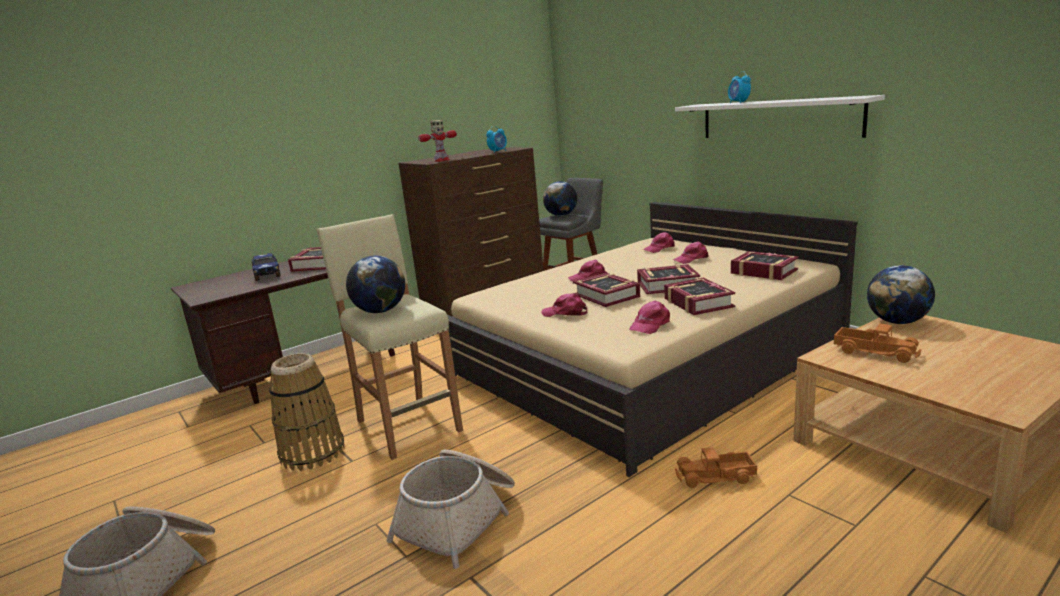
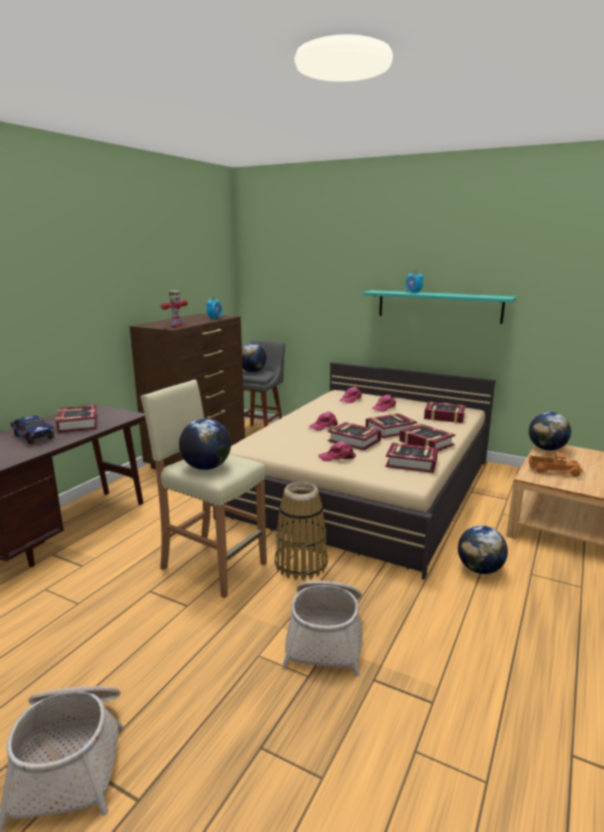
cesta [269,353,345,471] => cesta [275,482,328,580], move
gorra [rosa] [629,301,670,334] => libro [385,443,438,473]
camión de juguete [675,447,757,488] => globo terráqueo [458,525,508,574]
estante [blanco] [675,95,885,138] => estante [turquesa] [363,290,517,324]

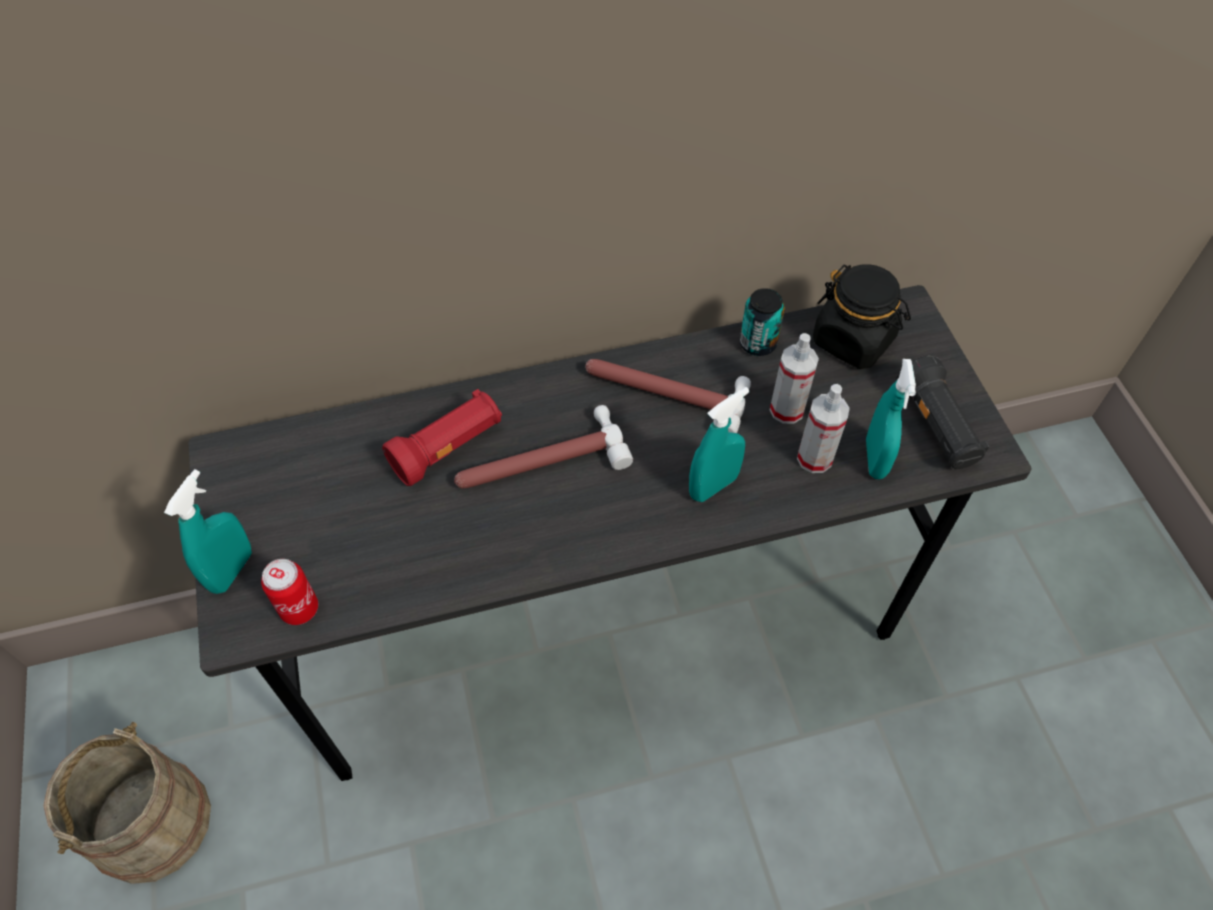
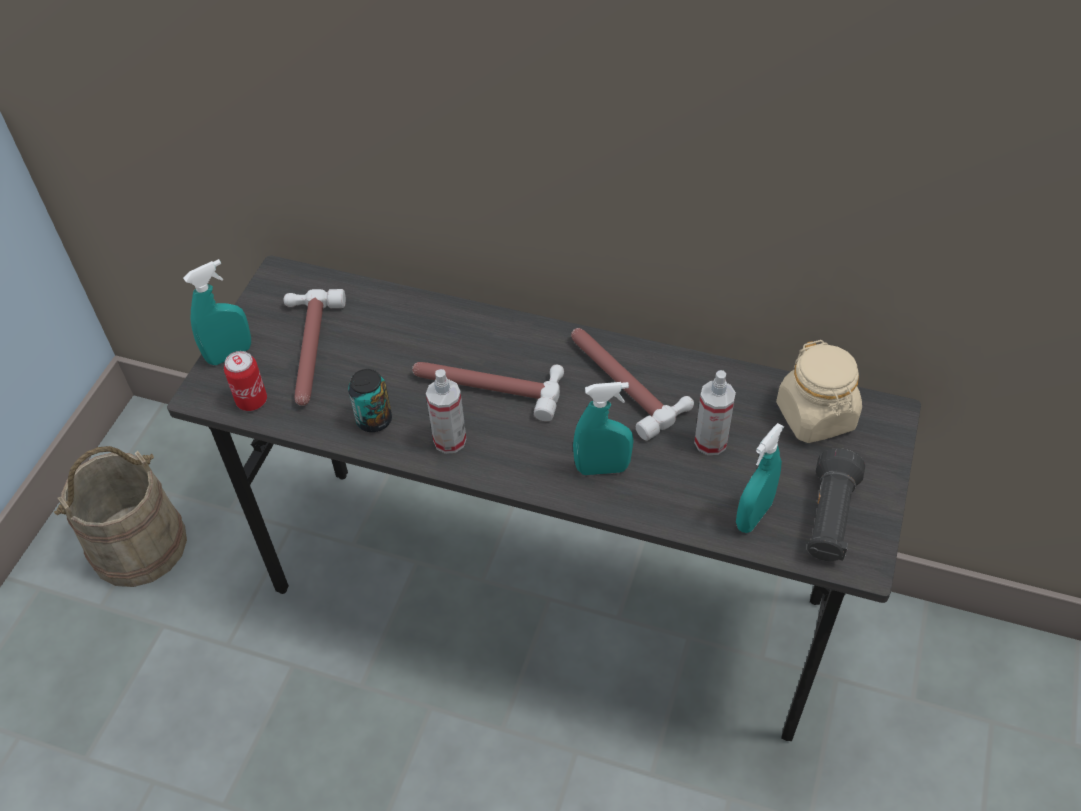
linterna [rojo] [382,389,502,486] => nothing
nothing => martillo [283,289,346,406]
lata [740,288,785,356] => lata [348,369,392,432], move
pulverizador [797,384,850,473] => pulverizador [426,369,466,454], move
tarro [negro] [813,264,911,369] => tarro [beis] [776,340,862,443]

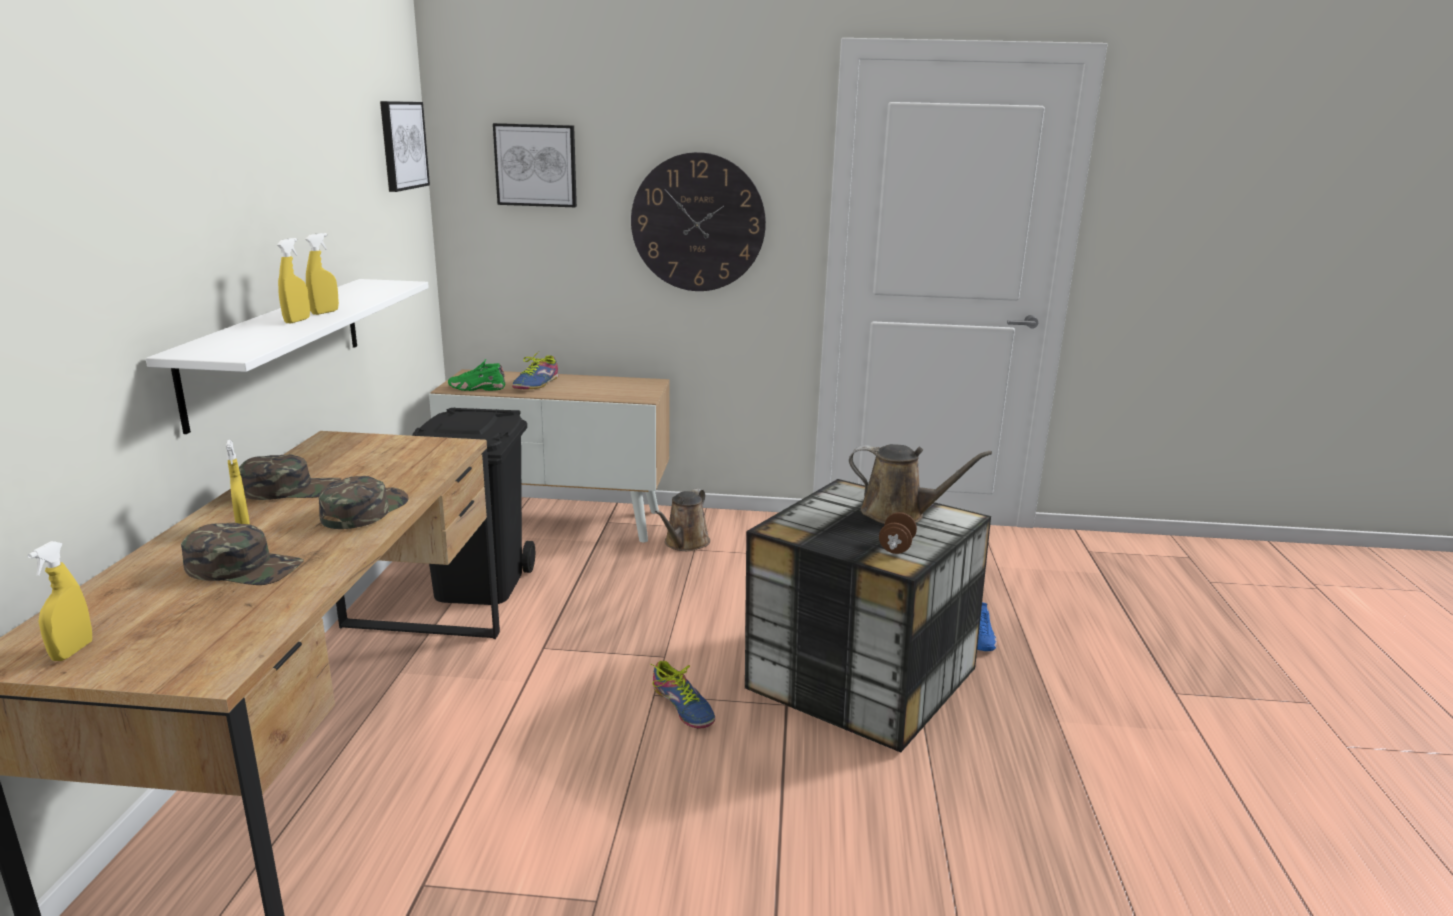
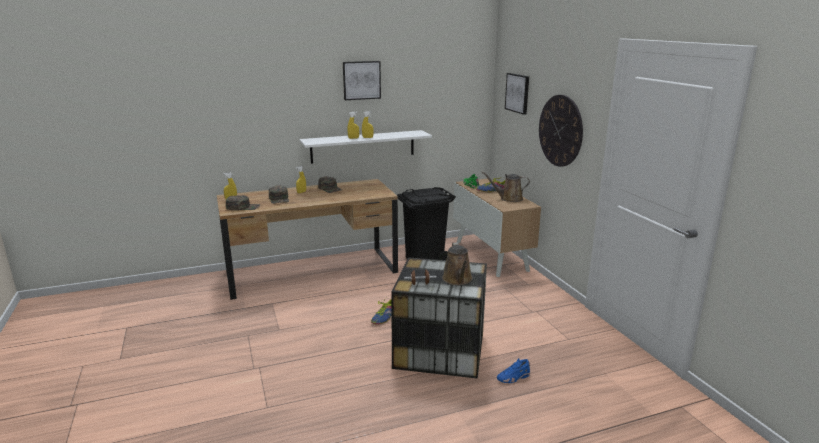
gorra [verde] [319,476,409,529] => gorra [verde] [226,195,260,210], move
cuadro [380,101,430,192] => cuadro [343,61,381,100], move
regadera [marrón] [655,488,710,551] => regadera [marrón] [482,172,530,202], move

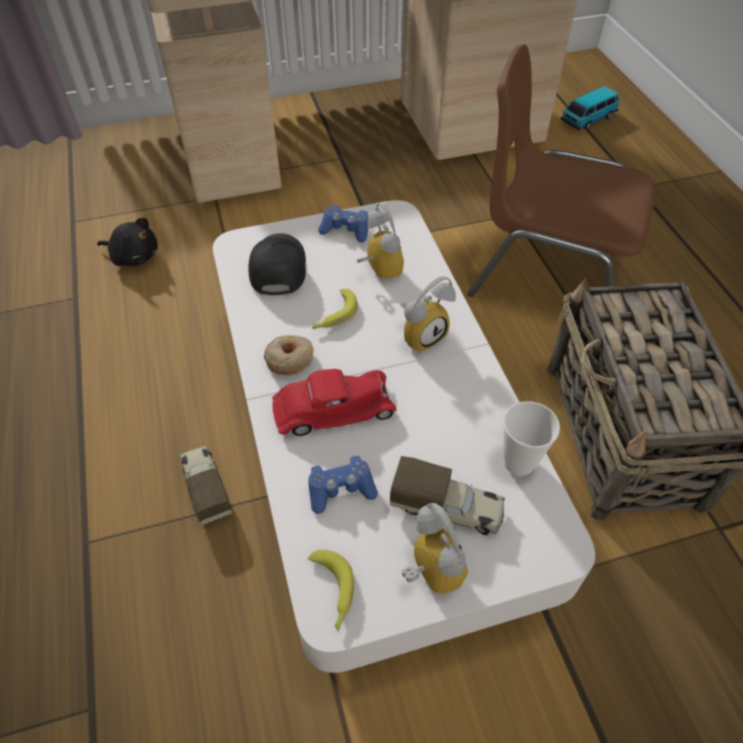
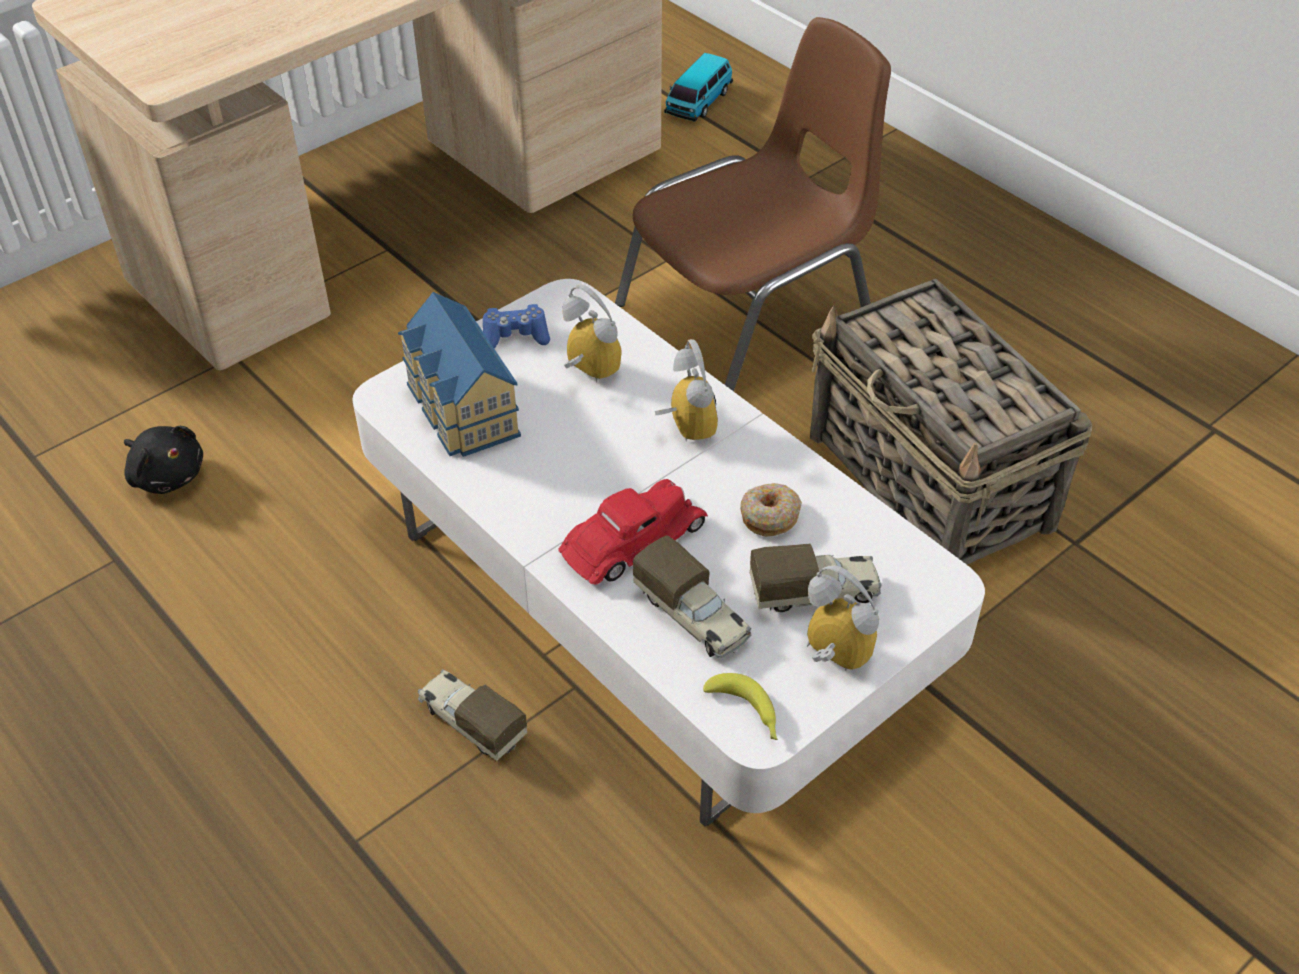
plátano [312,289,358,329] => nothing
taza [503,401,560,476] => nothing
rosquilla [264,335,314,375] => rosquilla [740,483,802,537], move
gorra [negro] [248,233,306,295] => casita [398,292,521,457]
mando de consola [azul] [308,456,378,514] => camión de juguete [633,535,751,658]
peluche [negro] [97,217,158,266] => peluche [negro] [124,426,203,494], 45 degrees clockwise
despertador [400,276,456,353] => despertador [655,339,718,441], 45 degrees counterclockwise
silla [marrón] [468,44,655,311] => silla [marrón] [615,17,891,391], 150 degrees clockwise

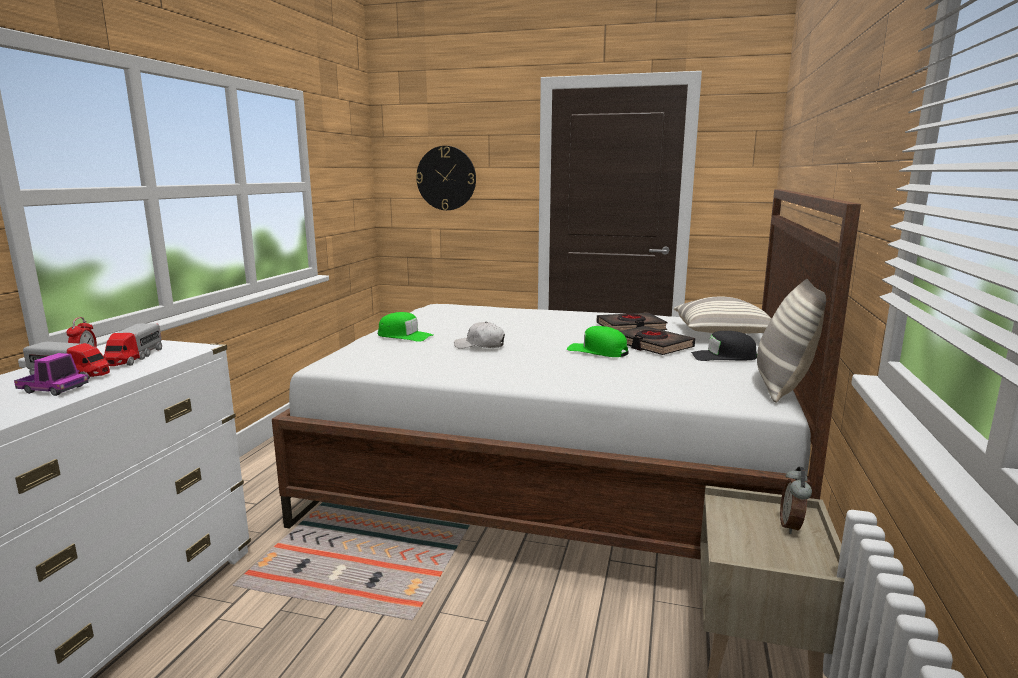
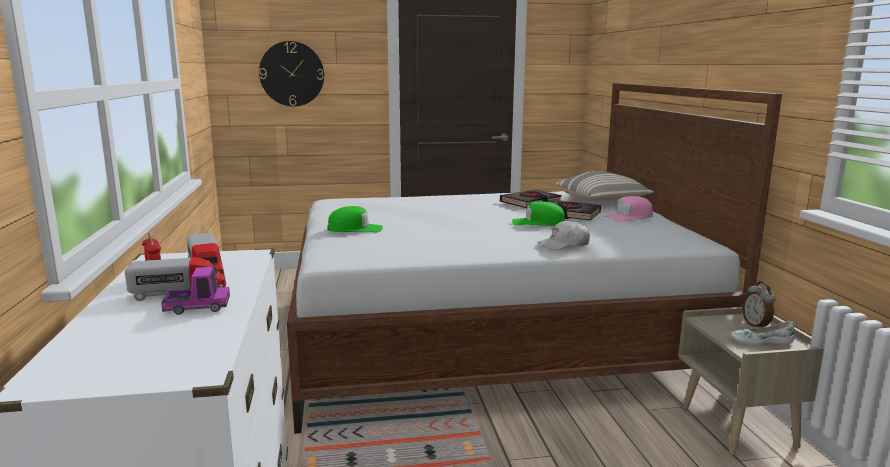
cojín [757,279,826,403] => nothing
nothing => zapato [blanco] [731,321,795,345]
gorra [blanco] [454,322,505,349] => gorra [blanco] [538,220,590,250], move
gorra [negro] [691,331,757,361] => gorra [rosa] [604,196,653,222]

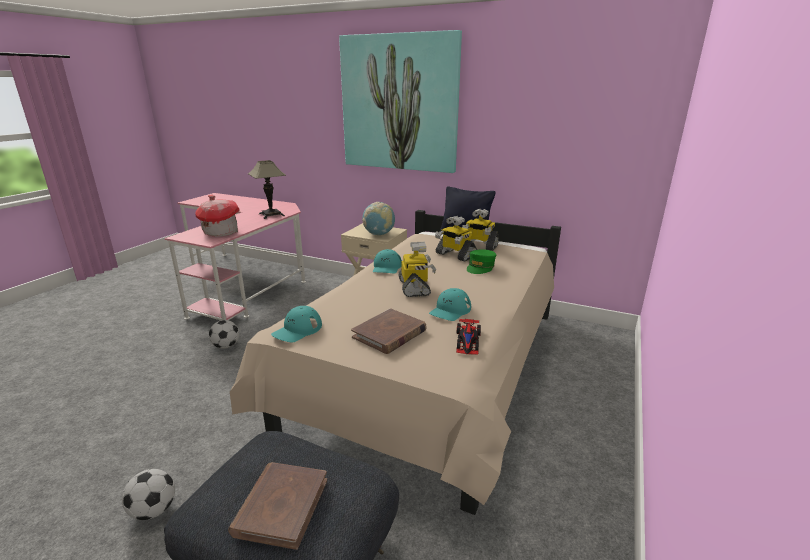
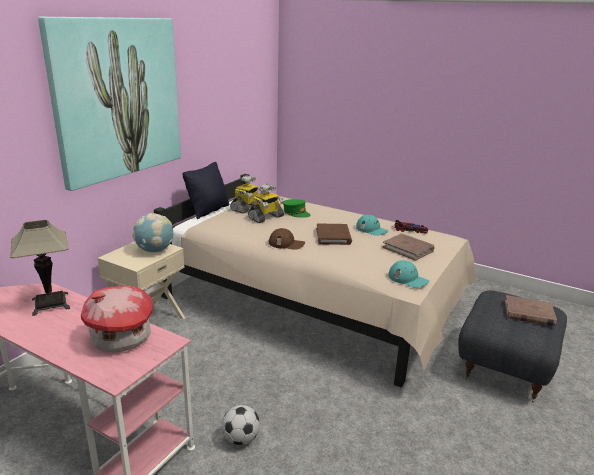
balón de fútbol [122,469,175,520] => nothing
robot de juguete [398,242,436,297] => libro [marrón] [317,223,352,245]
gorra [turquesa] [373,249,402,273] => gorra [marrón] [269,228,305,250]

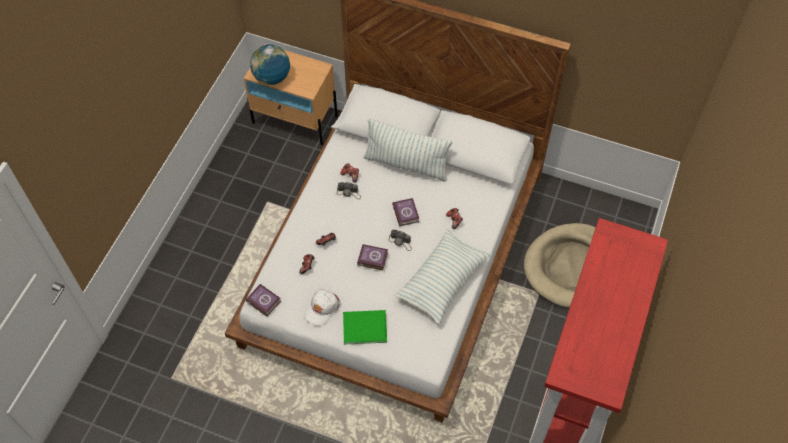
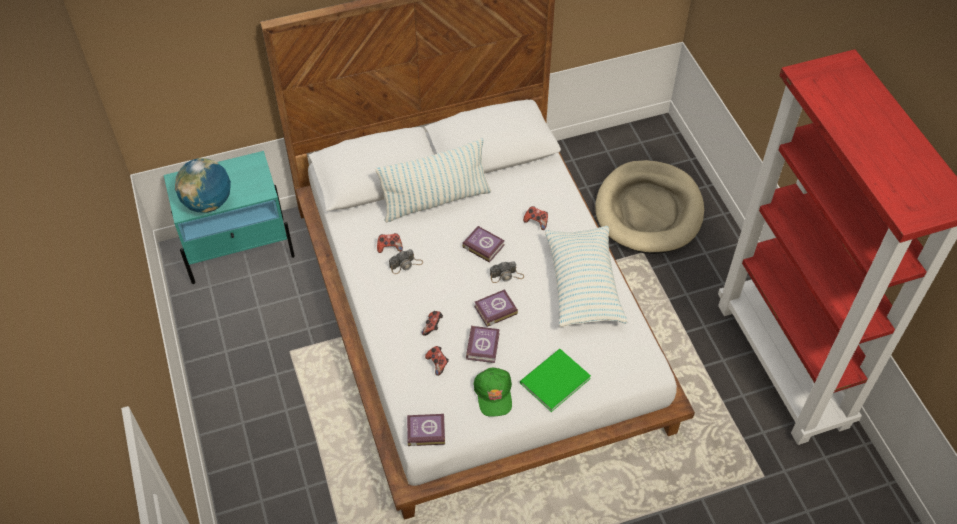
nothing => libro [466,326,500,363]
mesita de noche [beis] [244,44,338,145] => mesita de noche [turquesa] [164,151,295,284]
gorra [blanco] [305,289,340,326] => gorra [verde] [473,368,512,417]

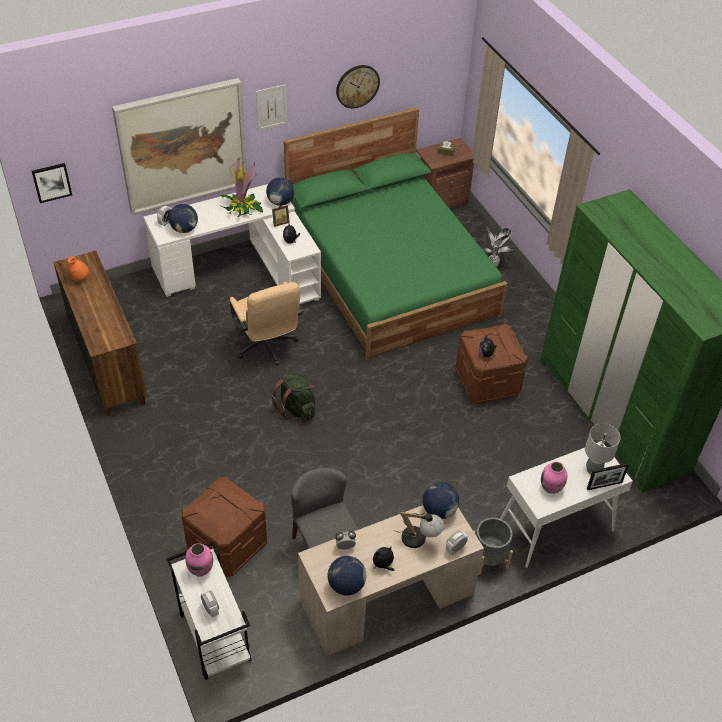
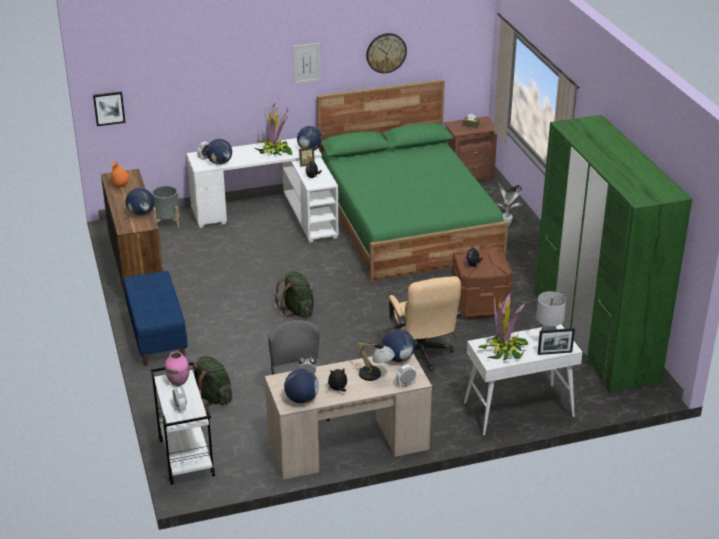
cuadro [112,78,247,215] => nothing
nothing => banco [azul] [124,271,188,366]
nothing => globo terráqueo [125,188,154,216]
silla de oficina [beis] [230,282,303,366] => silla de oficina [beis] [389,276,462,371], move
maceta [gris] [474,518,513,575] => maceta [gris] [152,186,180,228], move
caja de almacenaje [marrón] [182,477,267,577] => mochila [verde] [190,356,232,407]
florero [rosa] [541,462,567,494] => planta en maceta [478,292,528,360]

